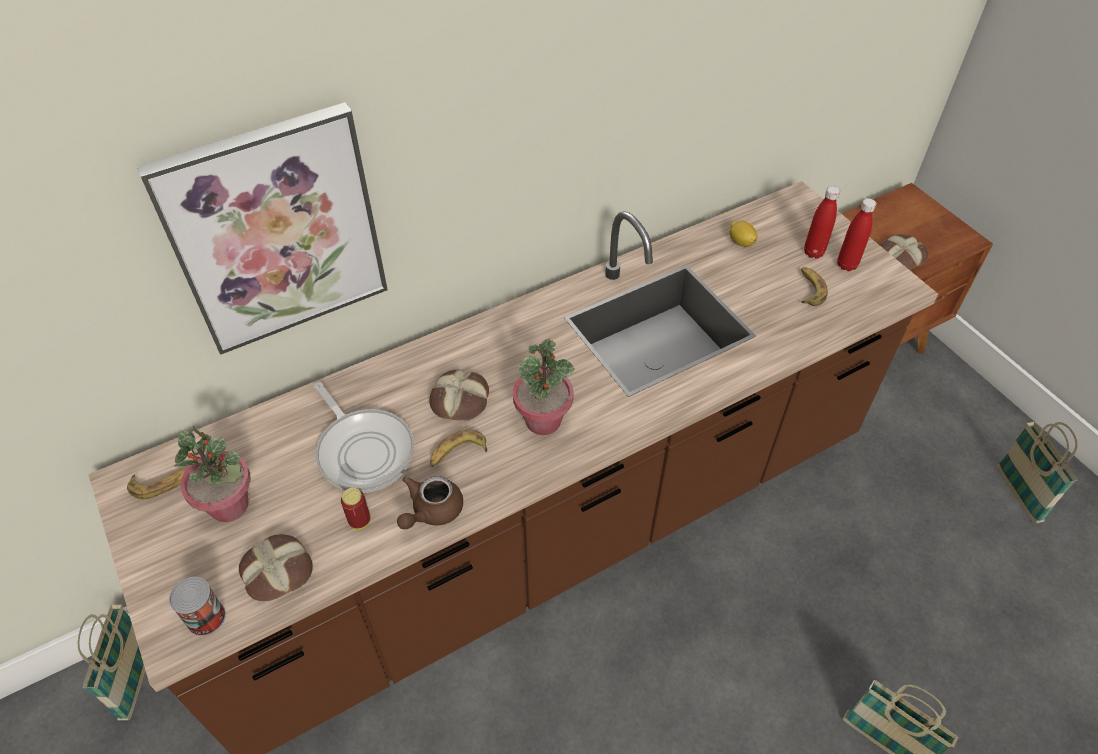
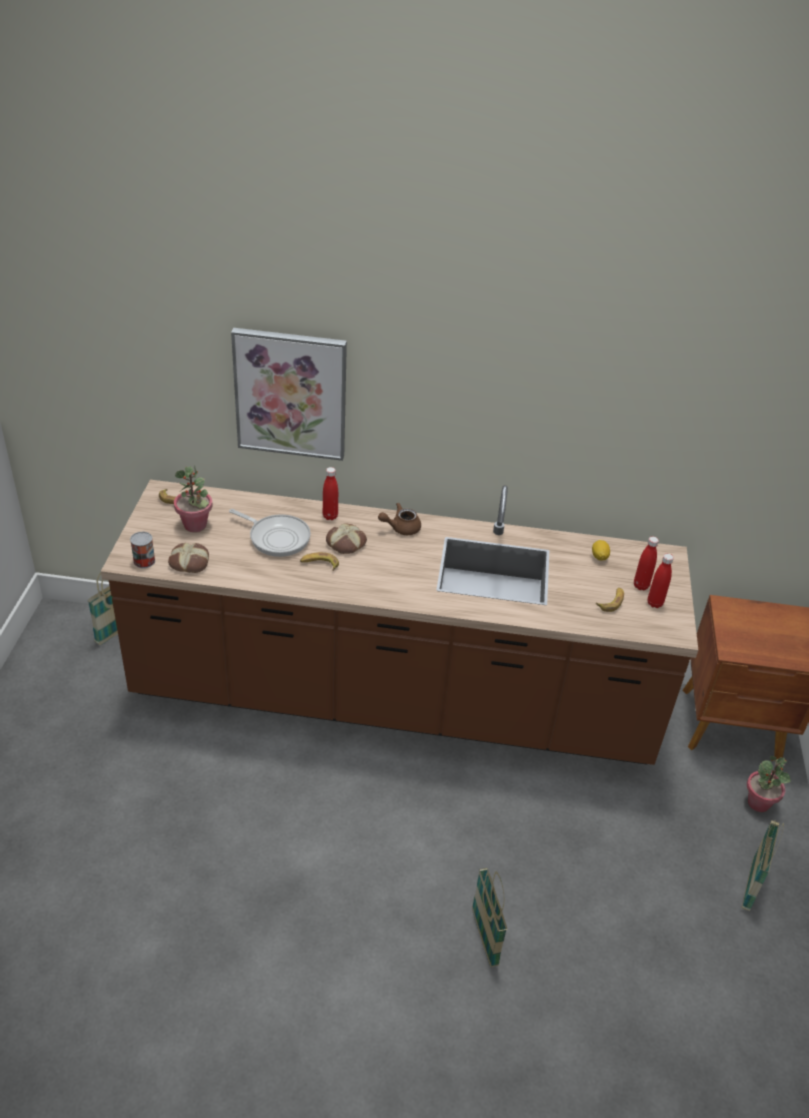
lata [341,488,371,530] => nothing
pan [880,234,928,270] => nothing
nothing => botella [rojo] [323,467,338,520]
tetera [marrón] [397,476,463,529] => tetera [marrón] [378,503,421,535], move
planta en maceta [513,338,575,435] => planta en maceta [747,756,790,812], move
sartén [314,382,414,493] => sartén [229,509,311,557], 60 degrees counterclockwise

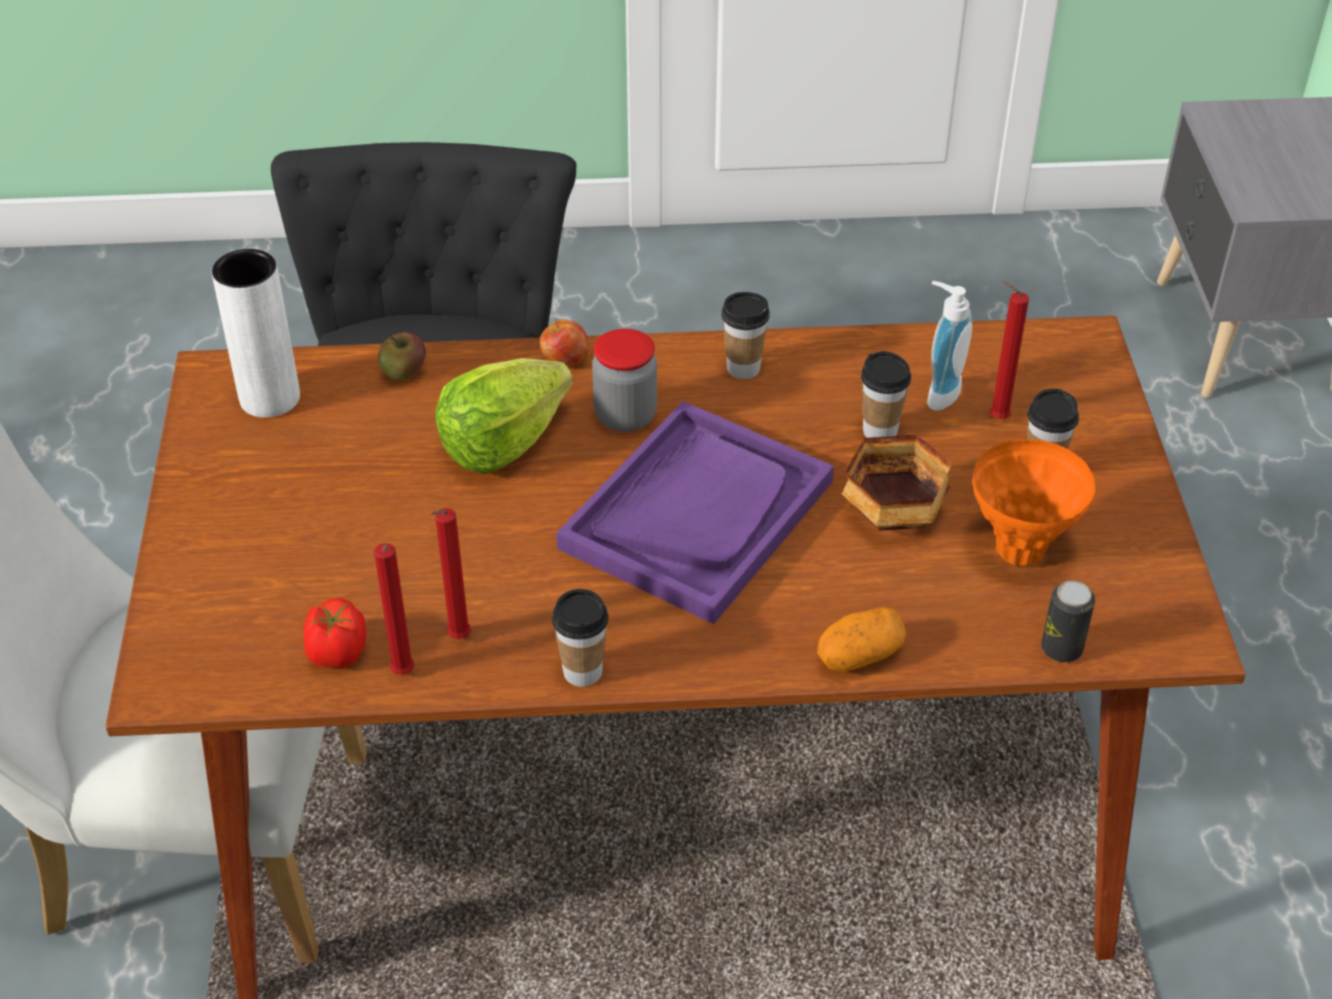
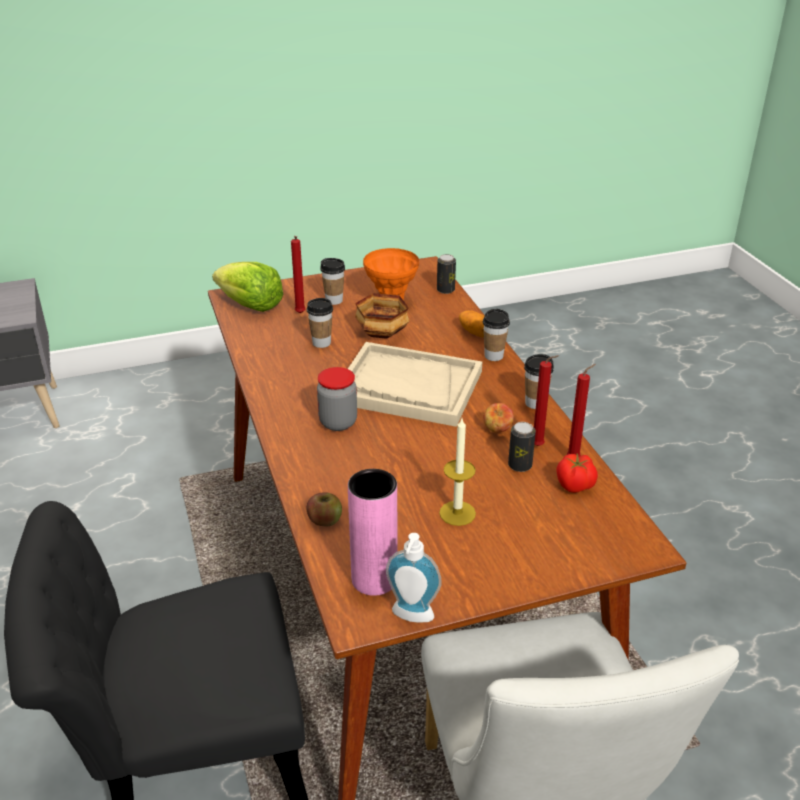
nothing => vela [439,419,476,526]
nothing => lata [508,422,536,472]
lechuga [435,358,573,474] => lechuga [212,262,283,312], move
manzana [540,319,589,366] => manzana [483,403,514,433], move
taza [722,292,770,379] => taza [483,309,510,361], move
dispensador de jabón [927,281,972,411] => dispensador de jabón [386,533,442,623], move
florero [blanco] [212,249,300,418] => florero [rosa] [348,469,397,596]
bandeja [morado] [556,401,834,624] => bandeja [beis] [348,342,482,427]

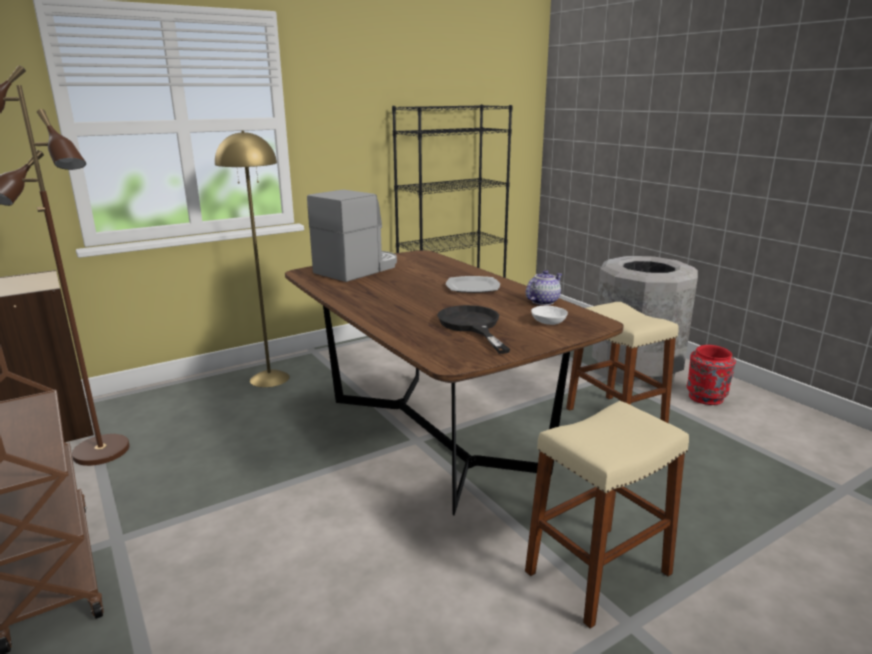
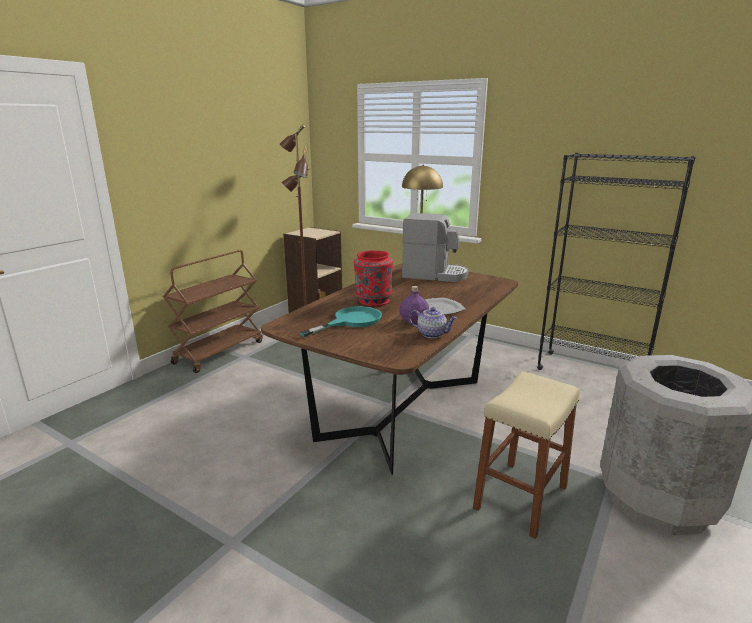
taburete [beis] [525,401,689,629] => nothing
cuenco [blanco] [531,306,568,325] => nothing
nothing => botella [morado] [399,286,429,324]
florero [rojo] [687,345,736,405] => florero [rojo] [354,250,393,307], move
sartén [negro] [437,305,510,354] => sartén [turquesa] [299,306,382,337]

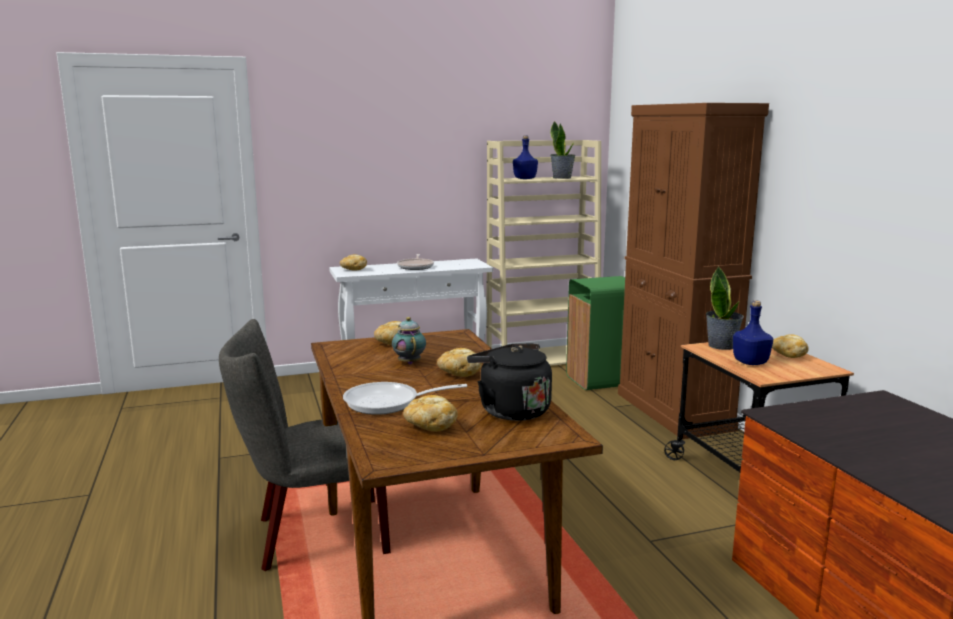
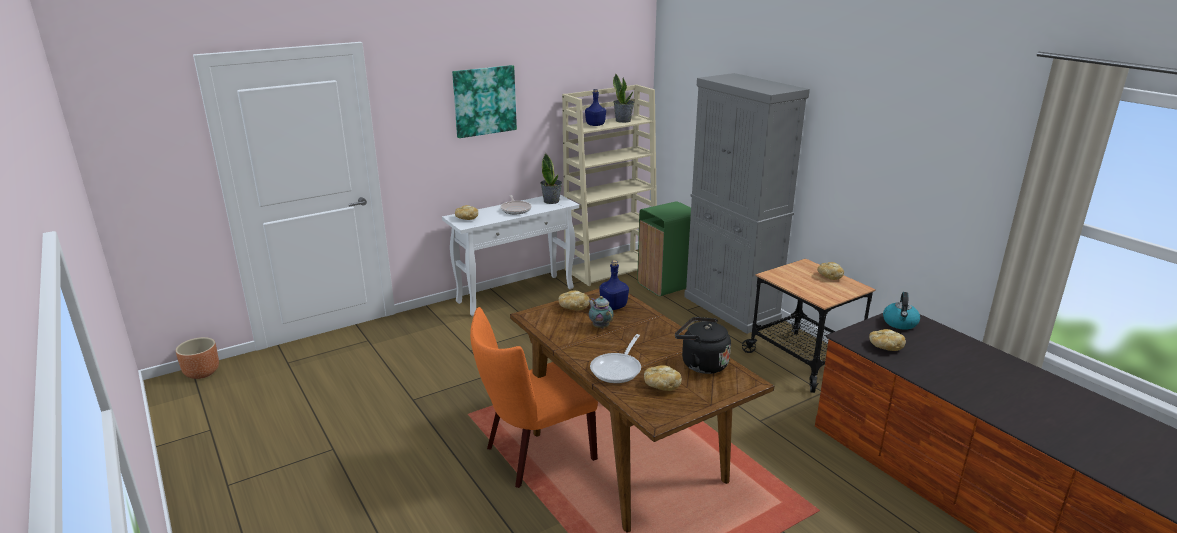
nothing => maceta [marrón] [176,337,219,379]
nothing => cuadro [452,65,517,138]
nothing => hervidor [883,292,920,330]
pan [437,348,482,377] => pan [869,329,906,351], move
planta en maceta [706,266,744,350] => planta en maceta [540,153,562,204], move
botella [azul] [733,300,773,365] => botella [azul] [599,260,629,310], move
silla [gris] [219,319,391,571] => silla [naranja] [470,307,598,488]
armario [marrón] [618,103,769,439] => armario [gris] [684,73,810,334]
sartén [343,382,467,415] => sartén [590,334,641,383], 45 degrees counterclockwise

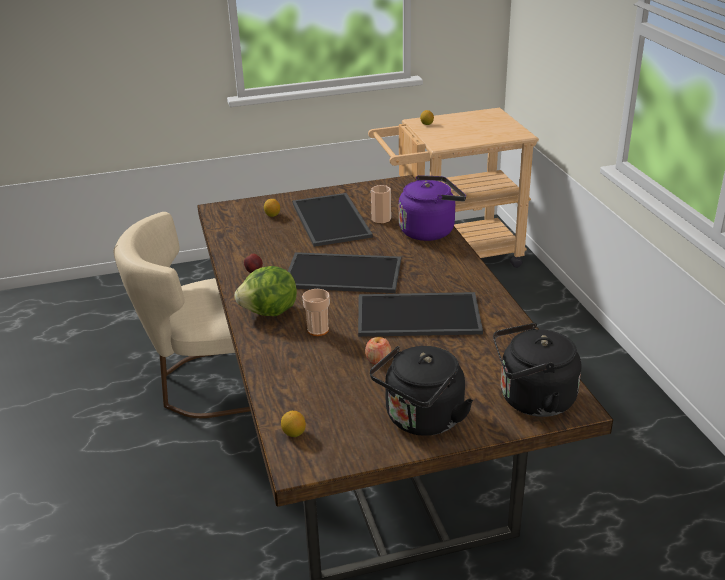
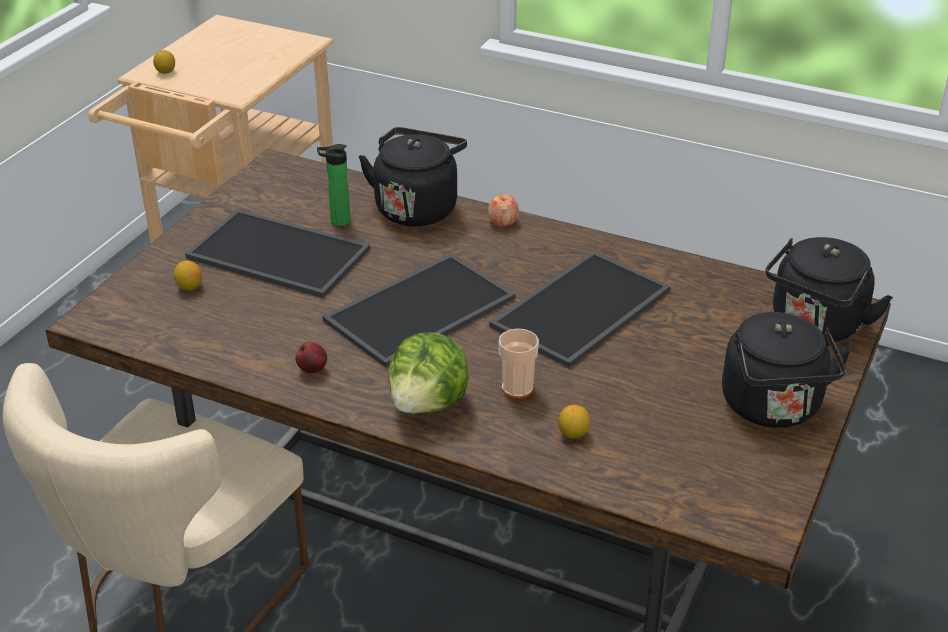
limón [281,411,306,437] => limón [558,405,590,439], move
manzana [365,337,391,364] => manzana [488,194,519,227], move
taza [371,185,391,223] => botella [317,144,351,226]
hervidor [morado] [399,175,466,241] => hervidor [negro] [359,127,467,226]

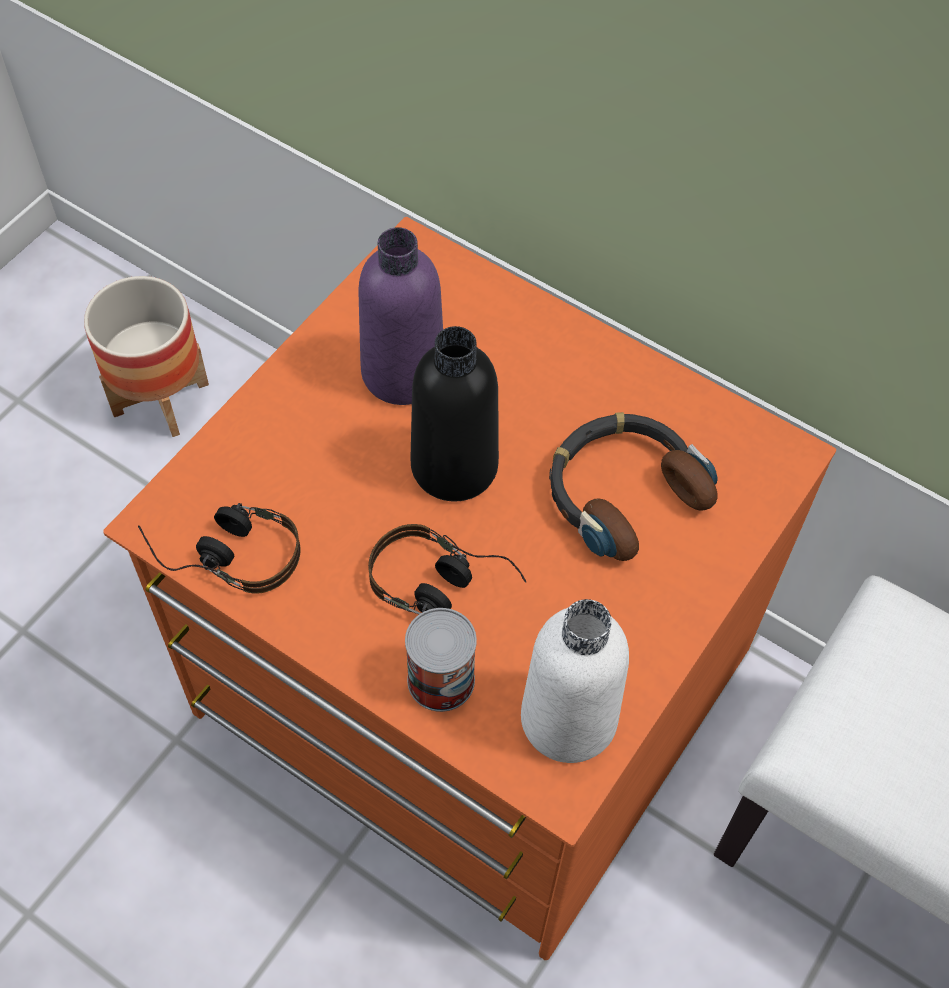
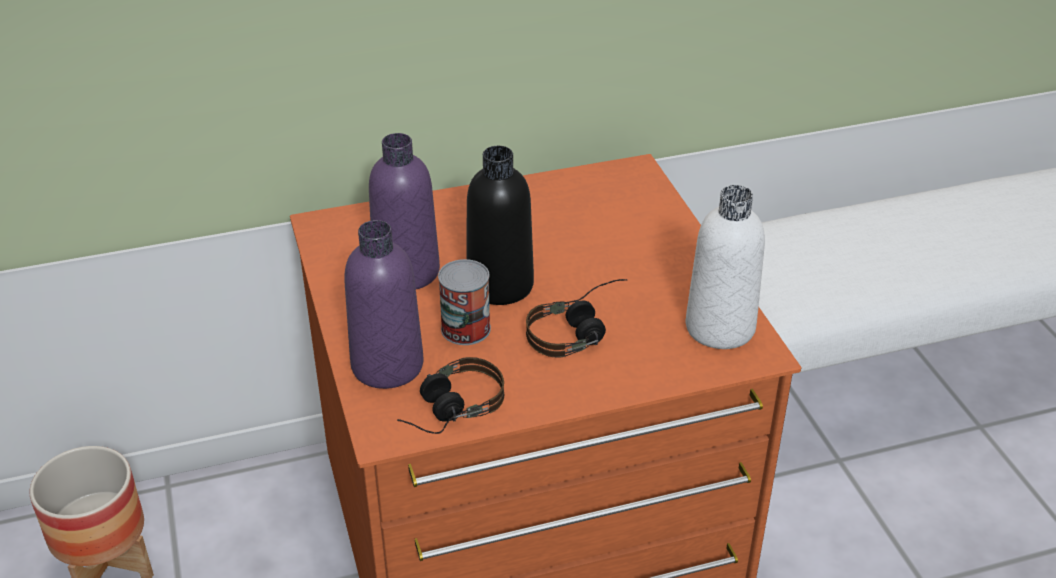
auriculares [549,412,718,561] => nothing
nothing => botella [morado] [344,220,424,389]
lata [405,608,477,712] => lata [438,259,491,345], move

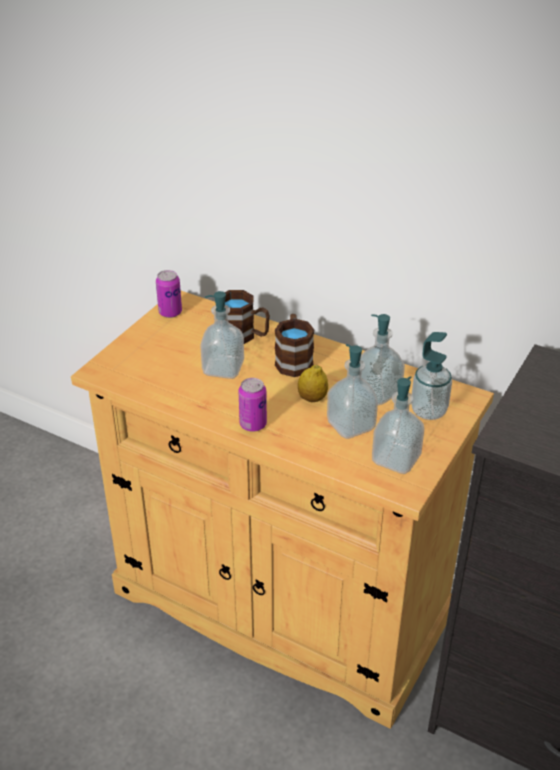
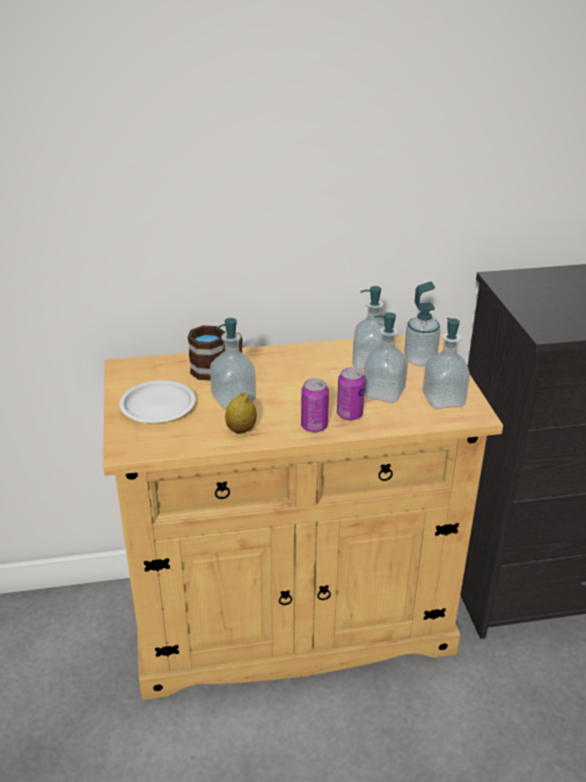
taza grande [marrón] [275,314,314,377] => nothing
nothing => plato [blanco] [119,380,196,423]
lata [156,270,182,318] => lata [337,367,365,421], move
limón [298,365,328,402] => limón [225,393,257,434], move

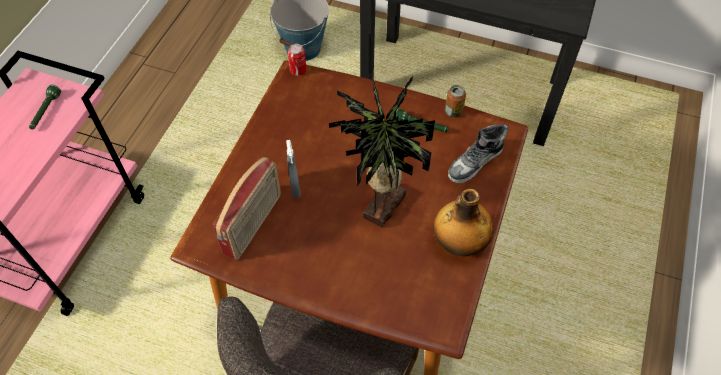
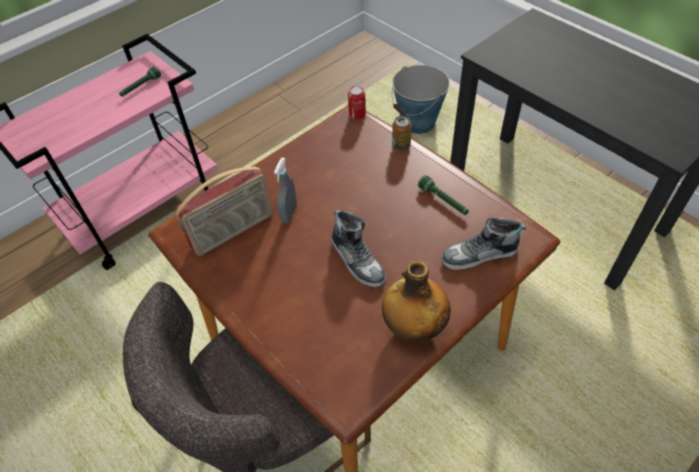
lata [445,85,466,118] => lata [392,116,412,150], move
planta en maceta [329,73,435,228] => zapato [331,210,385,288]

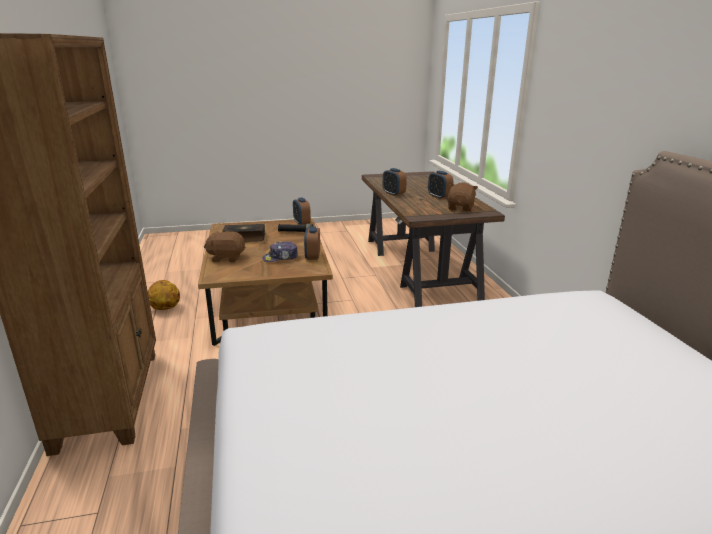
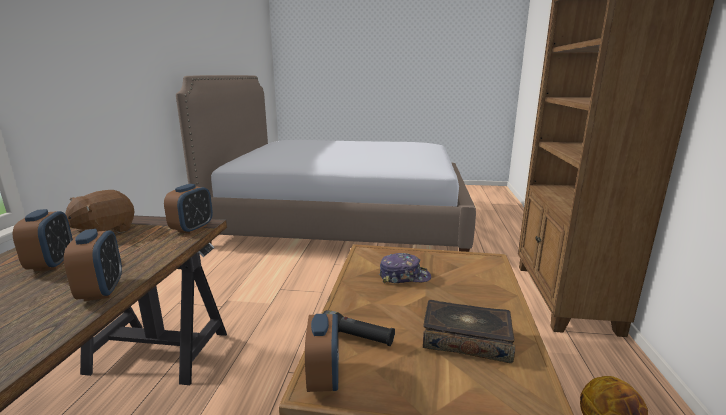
peluche [marrón] [204,231,246,262] => nothing
despertador [304,227,320,260] => despertador [164,184,213,234], move

